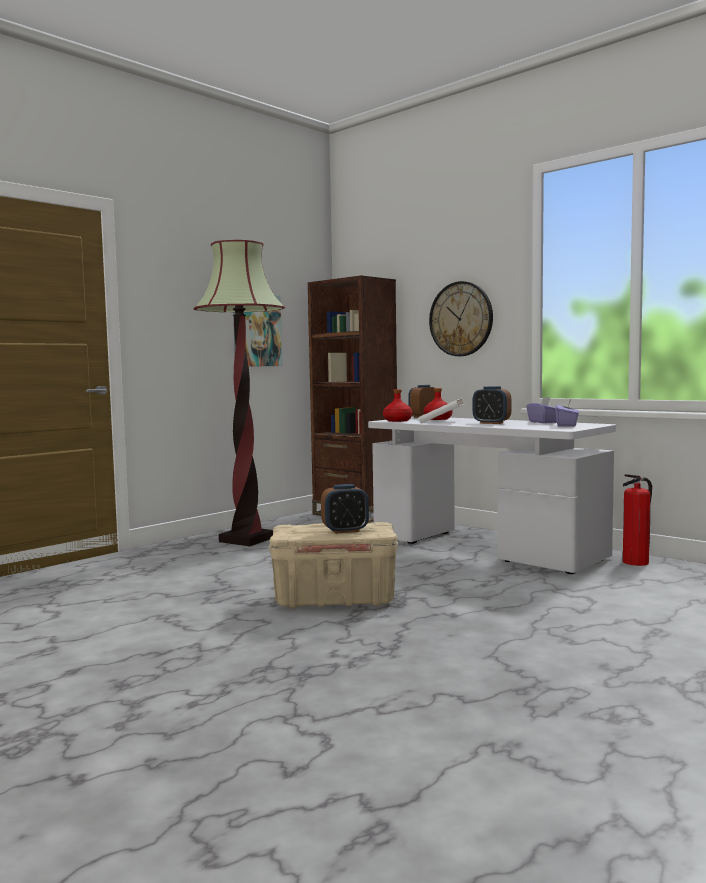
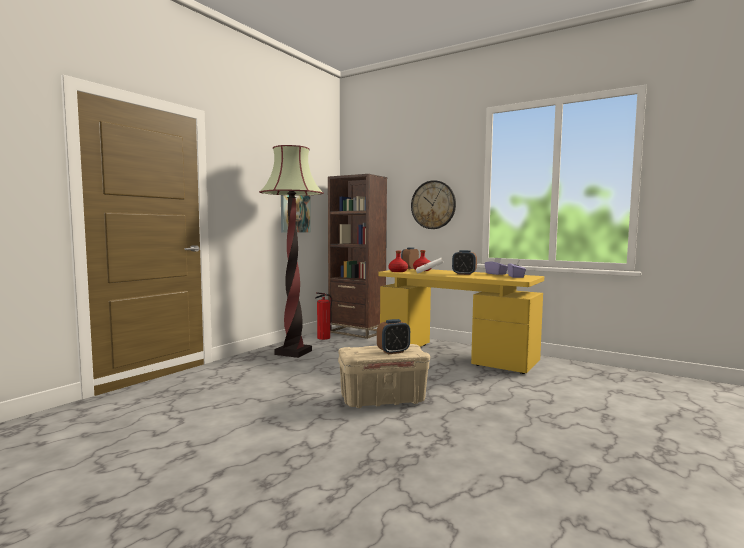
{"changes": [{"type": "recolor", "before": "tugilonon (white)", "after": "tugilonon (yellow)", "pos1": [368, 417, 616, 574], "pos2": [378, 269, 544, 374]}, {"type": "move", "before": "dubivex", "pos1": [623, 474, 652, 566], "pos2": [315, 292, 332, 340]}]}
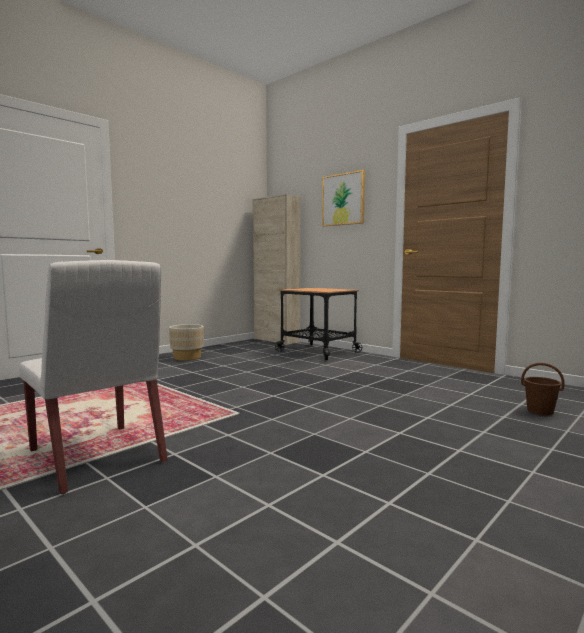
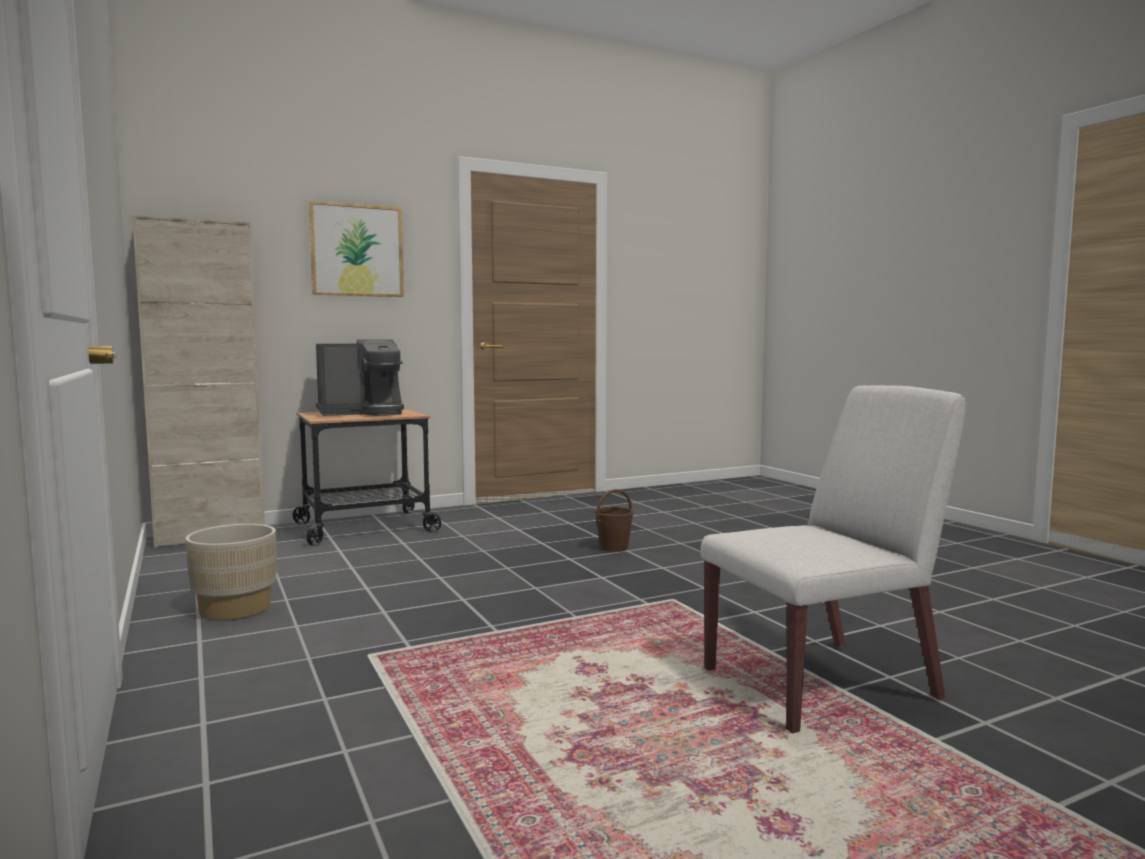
{"changes": [{"type": "move", "before": "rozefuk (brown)", "pos1": [521, 363, 565, 415], "pos2": [595, 489, 634, 552]}, {"type": "insert", "after": "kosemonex", "pos2": [316, 339, 404, 416]}]}
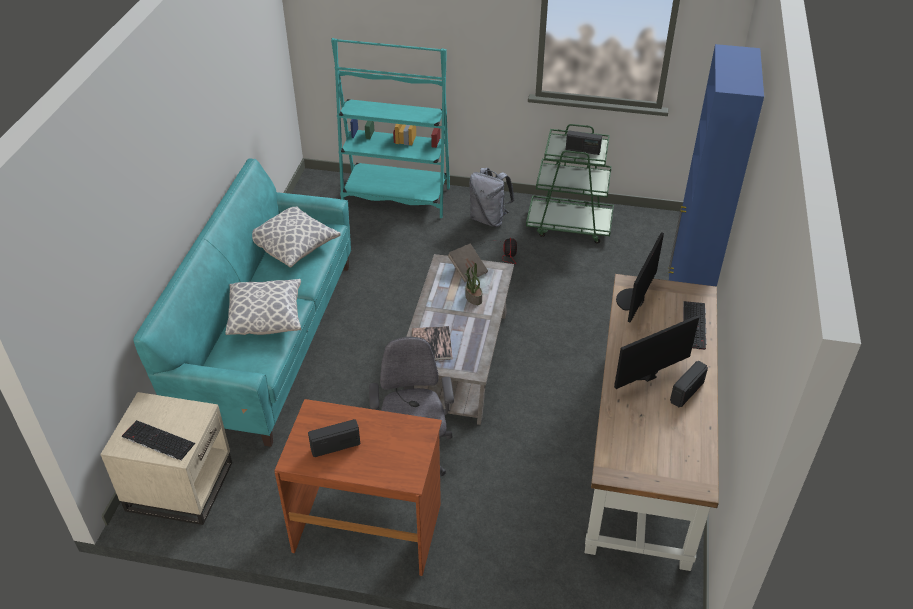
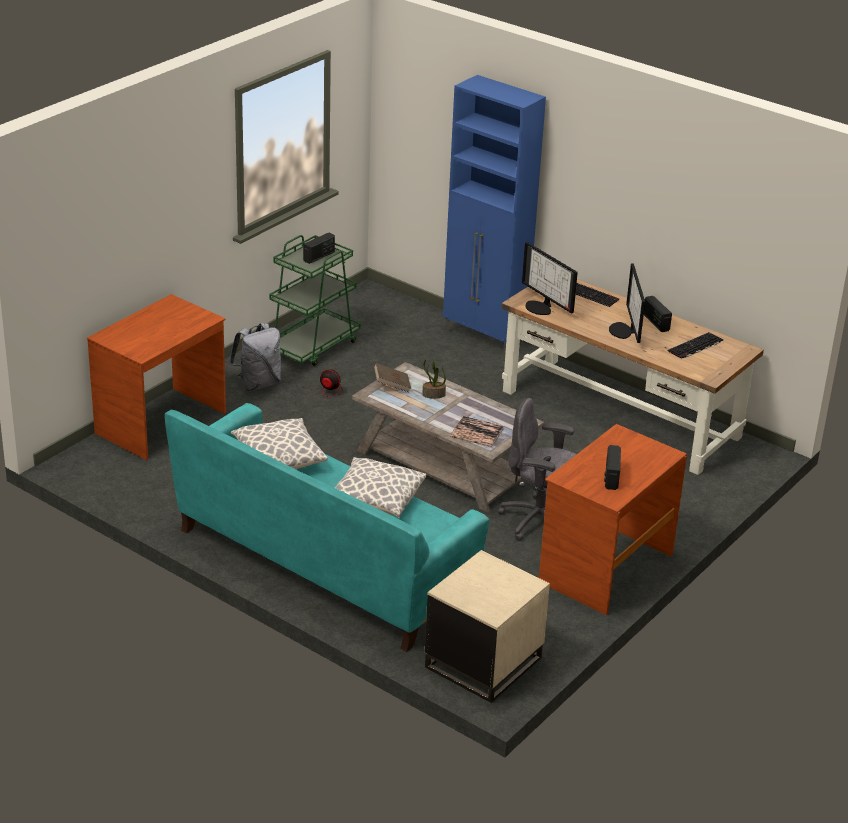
{"changes": [{"type": "move", "before": "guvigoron", "pos1": [122, 420, 195, 460], "pos2": [667, 332, 723, 359]}, {"type": "replace", "before": "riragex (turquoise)", "after": "tugilonon (brown)", "pos1": [331, 38, 450, 218], "pos2": [87, 294, 226, 460]}]}
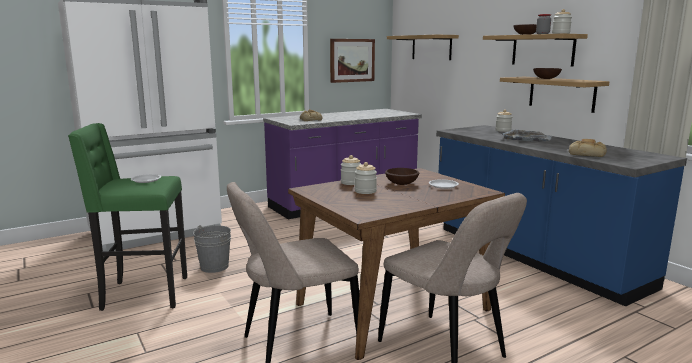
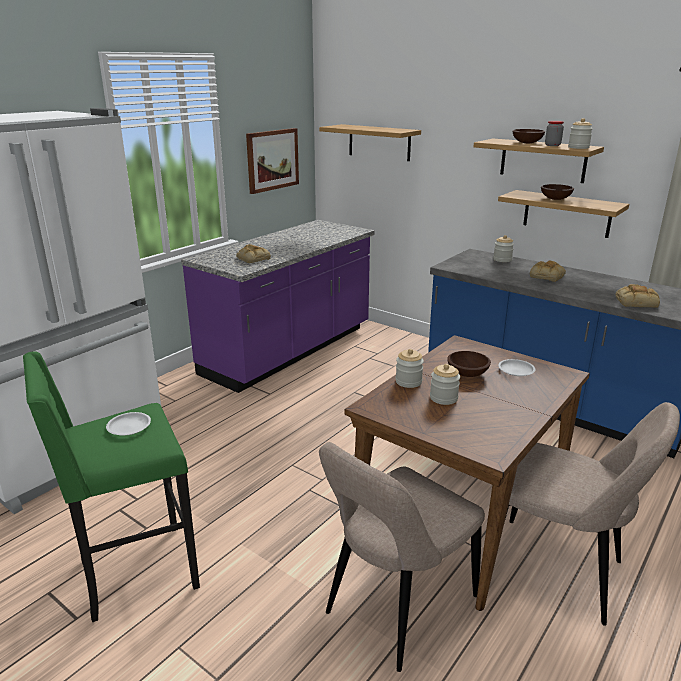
{"changes": [{"type": "delete", "before": "rozefuk (grey)", "pos1": [193, 225, 231, 273]}, {"type": "replace", "before": "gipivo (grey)", "after": "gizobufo", "pos1": [501, 130, 553, 142], "pos2": [530, 260, 566, 282]}]}
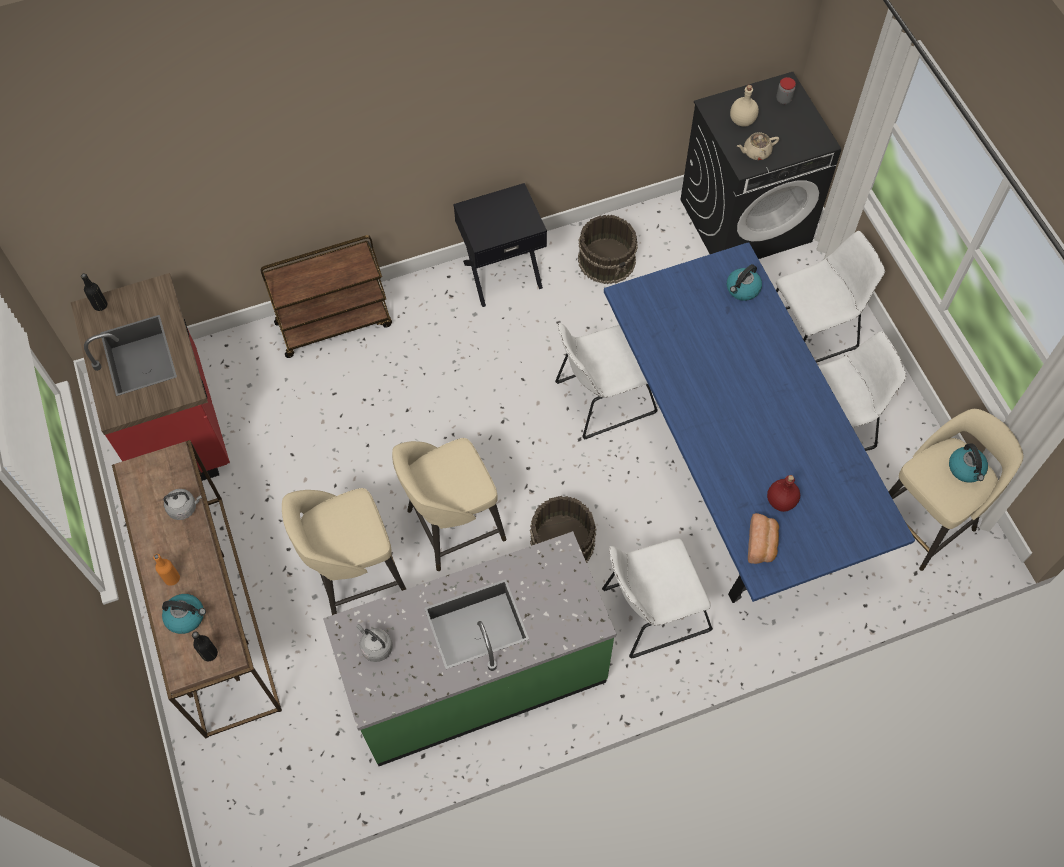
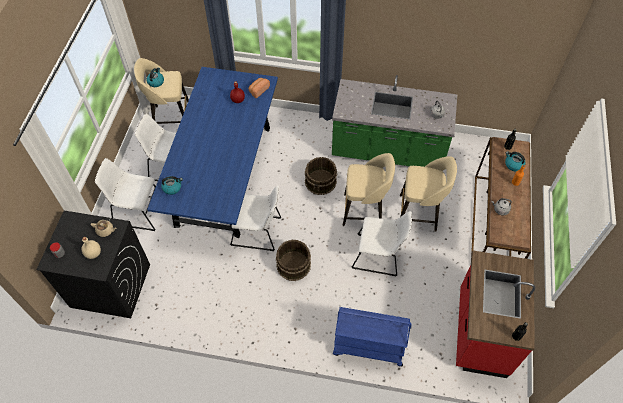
{"changes": [{"type": "recolor", "before": "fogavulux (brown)", "after": "fogavulux (blue)", "pos1": [261, 235, 392, 358], "pos2": [333, 307, 411, 367]}, {"type": "delete", "before": "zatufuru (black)", "pos1": [453, 183, 547, 307]}, {"type": "move", "before": "rozefuk (brown)", "pos1": [578, 215, 638, 284], "pos2": [276, 240, 311, 281]}, {"type": "move", "before": "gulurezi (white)", "pos1": [602, 538, 713, 659], "pos2": [352, 211, 412, 276]}]}
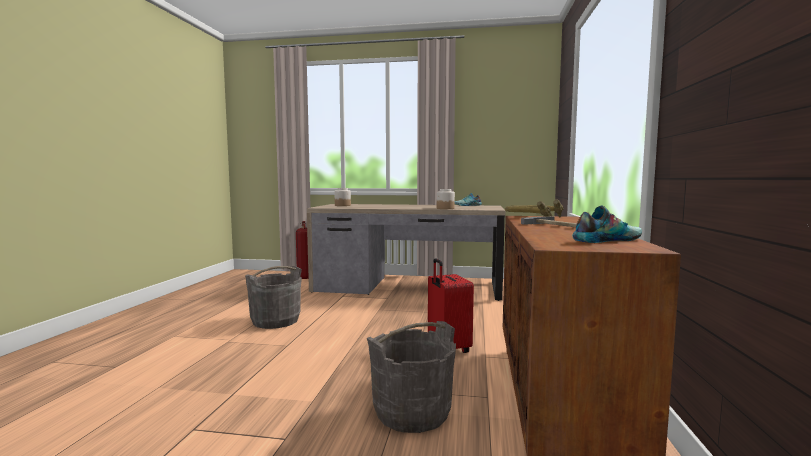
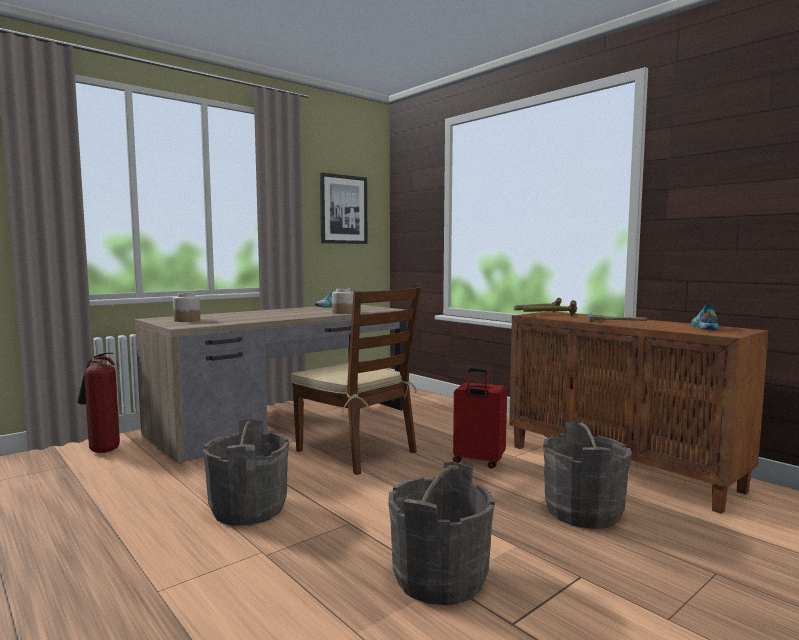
{"changes": [{"type": "insert", "after": "gulurezi (brown)", "pos2": [291, 287, 421, 475]}, {"type": "insert", "after": "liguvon", "pos2": [320, 173, 368, 244]}, {"type": "insert", "after": "rozefuk (grey)", "pos2": [388, 462, 495, 605]}]}
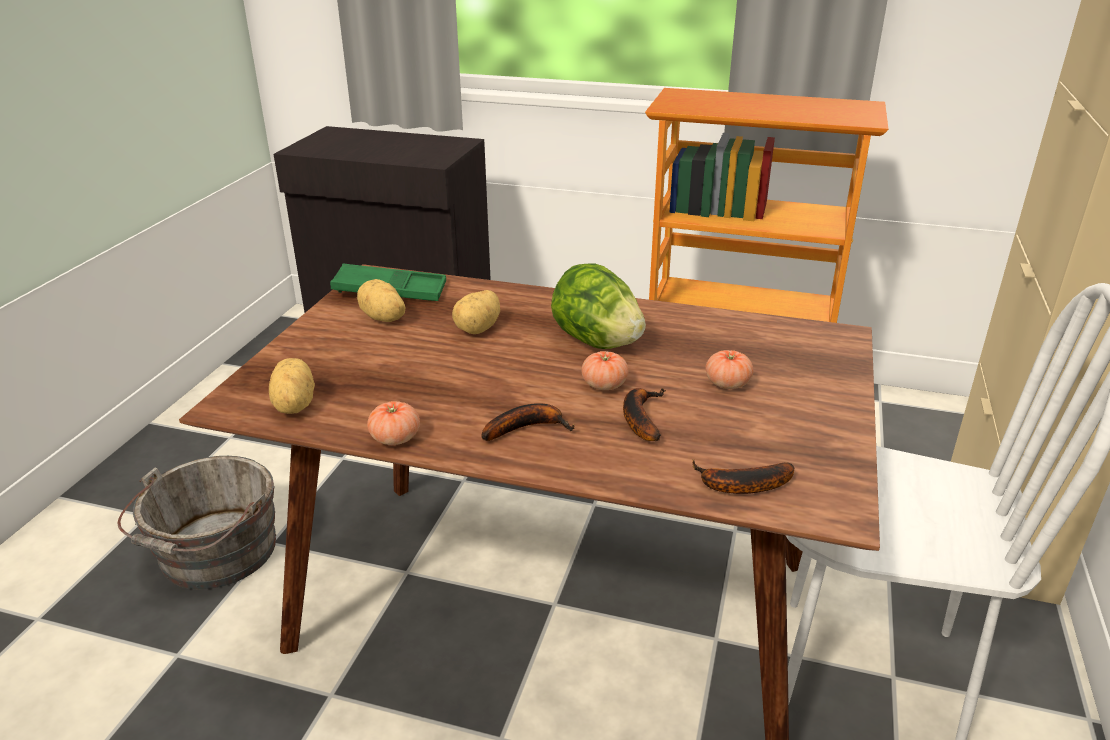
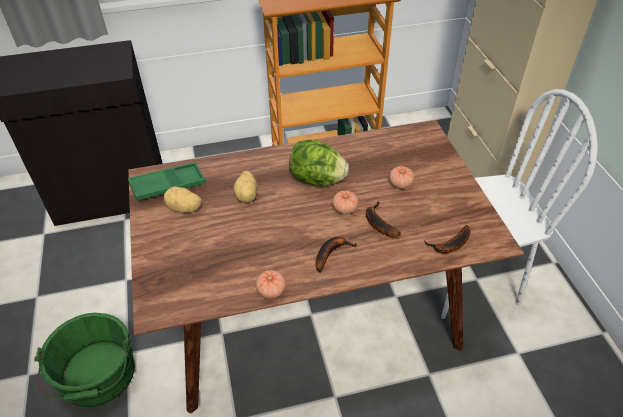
{"changes": [{"type": "recolor", "before": "rozefuk (grey)", "after": "rozefuk (green)", "pos1": [118, 456, 276, 590], "pos2": [34, 313, 135, 407]}, {"type": "delete", "before": "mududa", "pos1": [269, 358, 315, 414]}]}
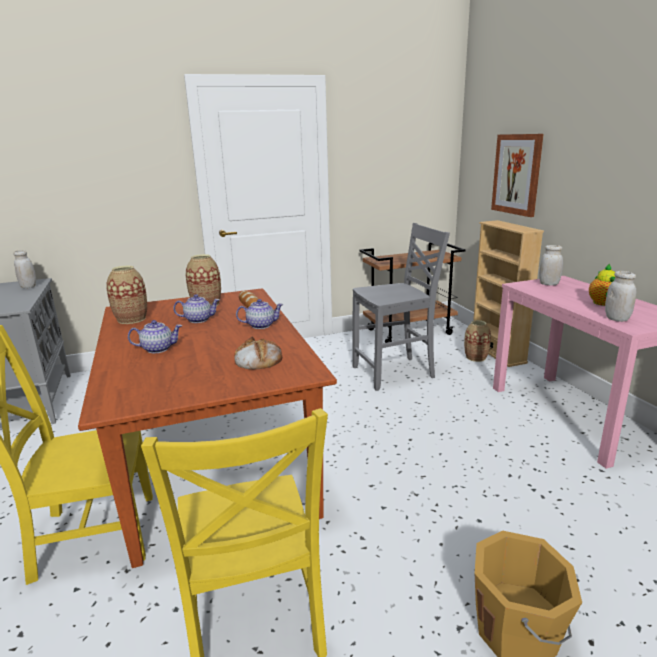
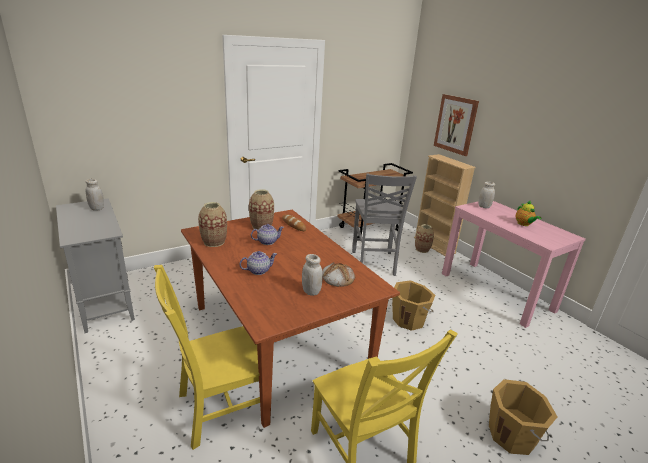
{"changes": [{"type": "delete", "before": "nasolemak", "pos1": [236, 299, 283, 329]}, {"type": "rotate", "before": "gulurezi (grey)", "pos1": [352, 223, 450, 391], "pos2": [352, 173, 417, 276], "turn": 120}, {"type": "move", "before": "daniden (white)", "pos1": [605, 271, 636, 322], "pos2": [302, 254, 323, 296]}, {"type": "insert", "after": "rozefuk (orange)", "pos2": [392, 280, 435, 331]}]}
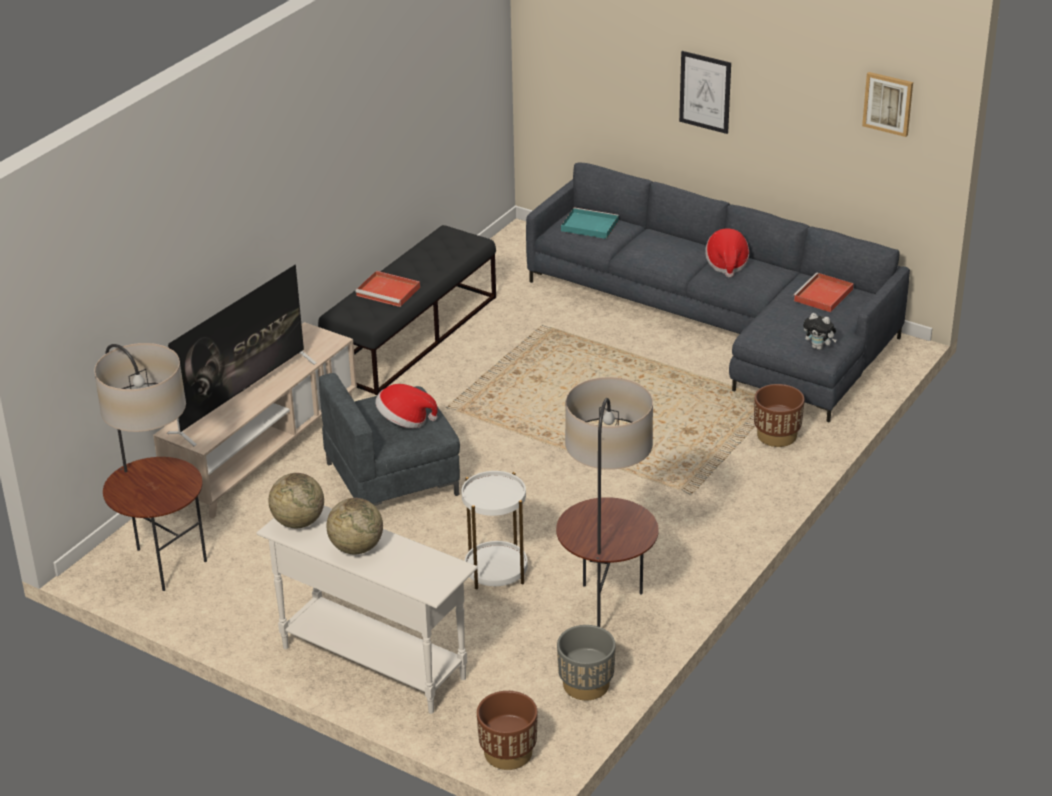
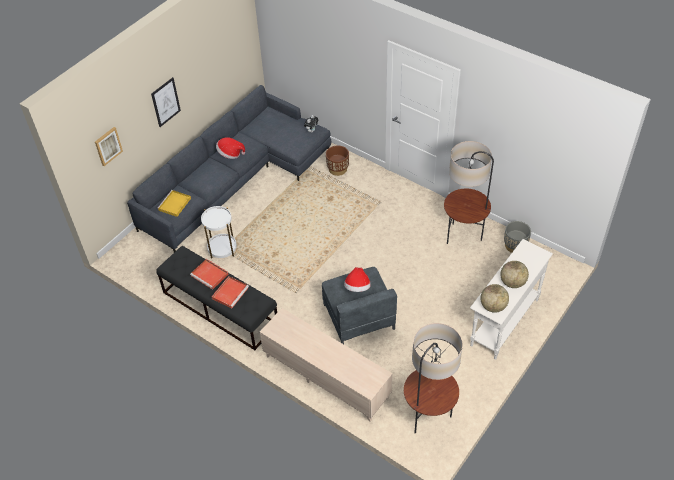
{"changes": [{"type": "delete", "before": "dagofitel", "pos1": [166, 264, 316, 446]}, {"type": "move", "before": "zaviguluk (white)", "pos1": [461, 471, 528, 590], "pos2": [201, 206, 237, 258]}, {"type": "delete", "before": "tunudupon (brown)", "pos1": [477, 691, 538, 770]}, {"type": "recolor", "before": "gipivo (turquoise)", "after": "gipivo (yellow)", "pos1": [561, 207, 619, 239], "pos2": [157, 190, 191, 217]}, {"type": "move", "before": "gipivo (red)", "pos1": [793, 273, 854, 312], "pos2": [190, 259, 228, 290]}, {"type": "move", "before": "liguvon", "pos1": [862, 72, 913, 137], "pos2": [95, 127, 123, 166]}]}
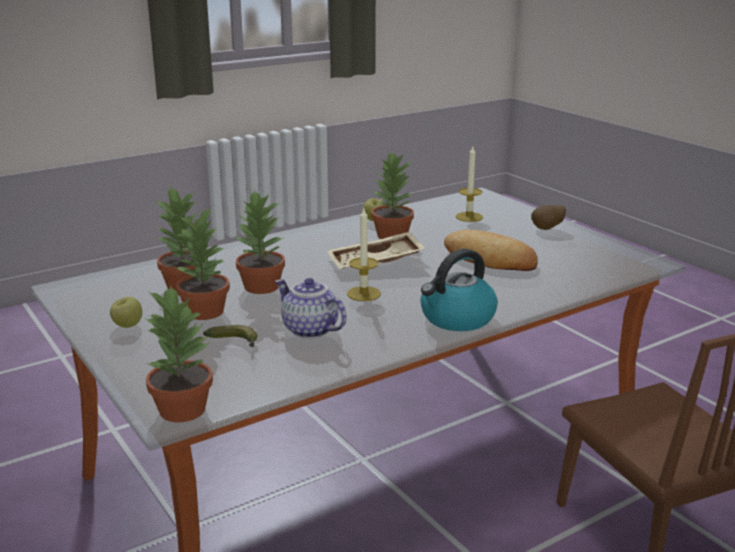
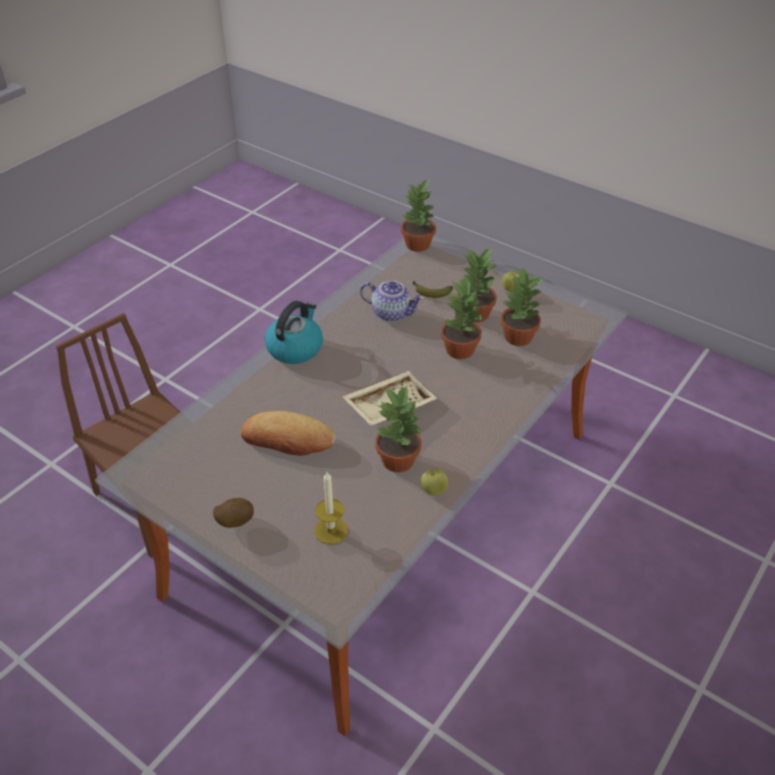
{"changes": [{"type": "delete", "before": "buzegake", "pos1": [347, 208, 381, 301]}]}
